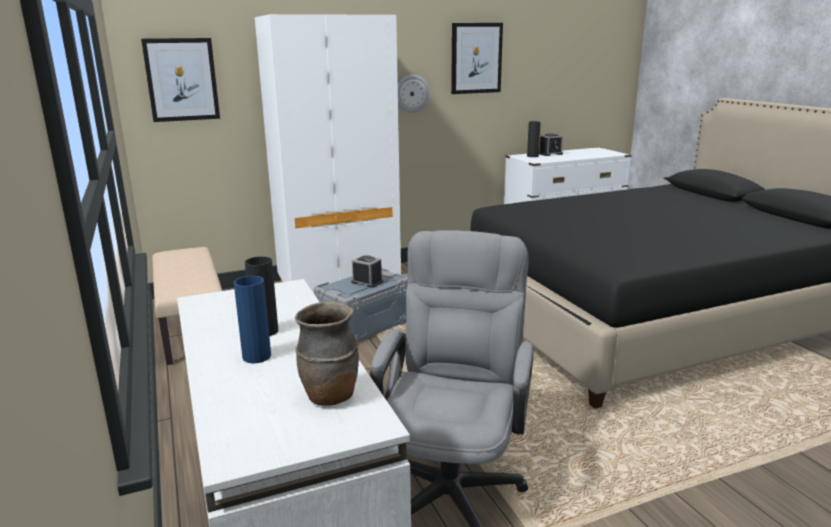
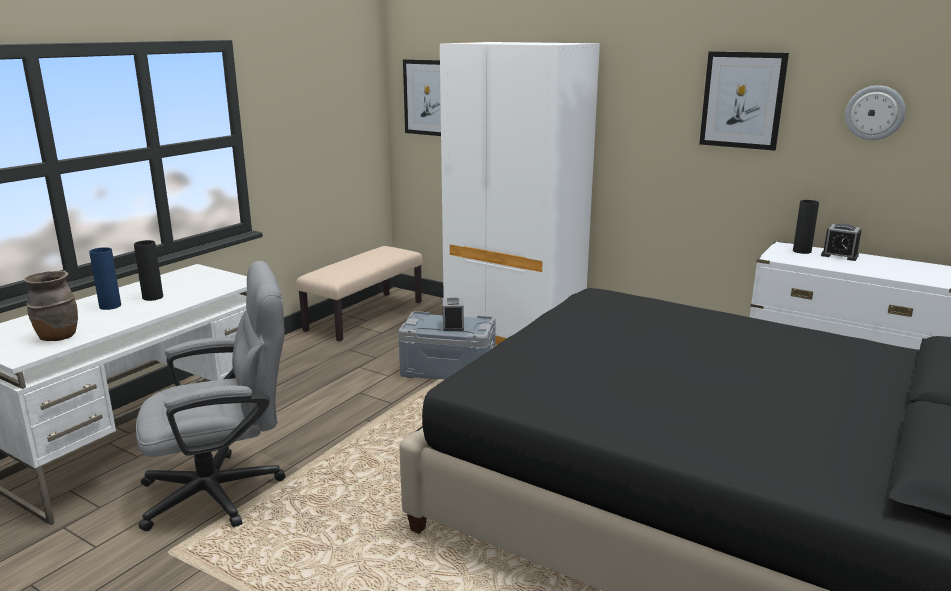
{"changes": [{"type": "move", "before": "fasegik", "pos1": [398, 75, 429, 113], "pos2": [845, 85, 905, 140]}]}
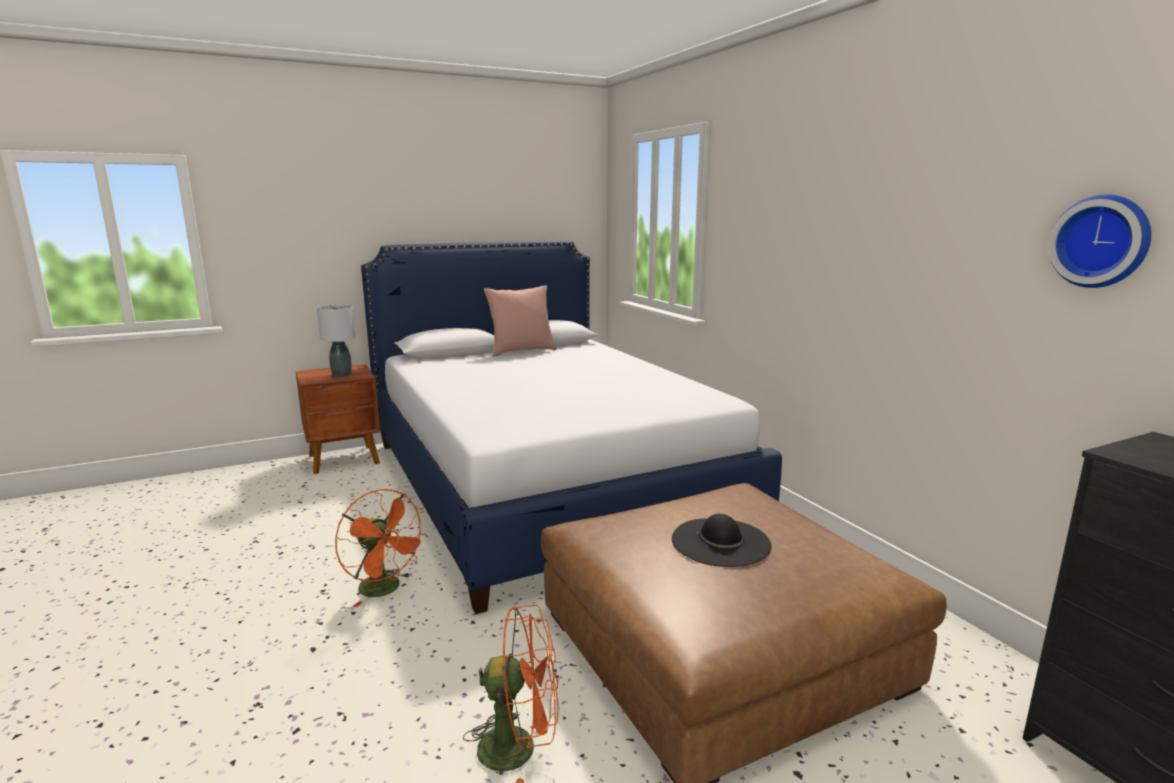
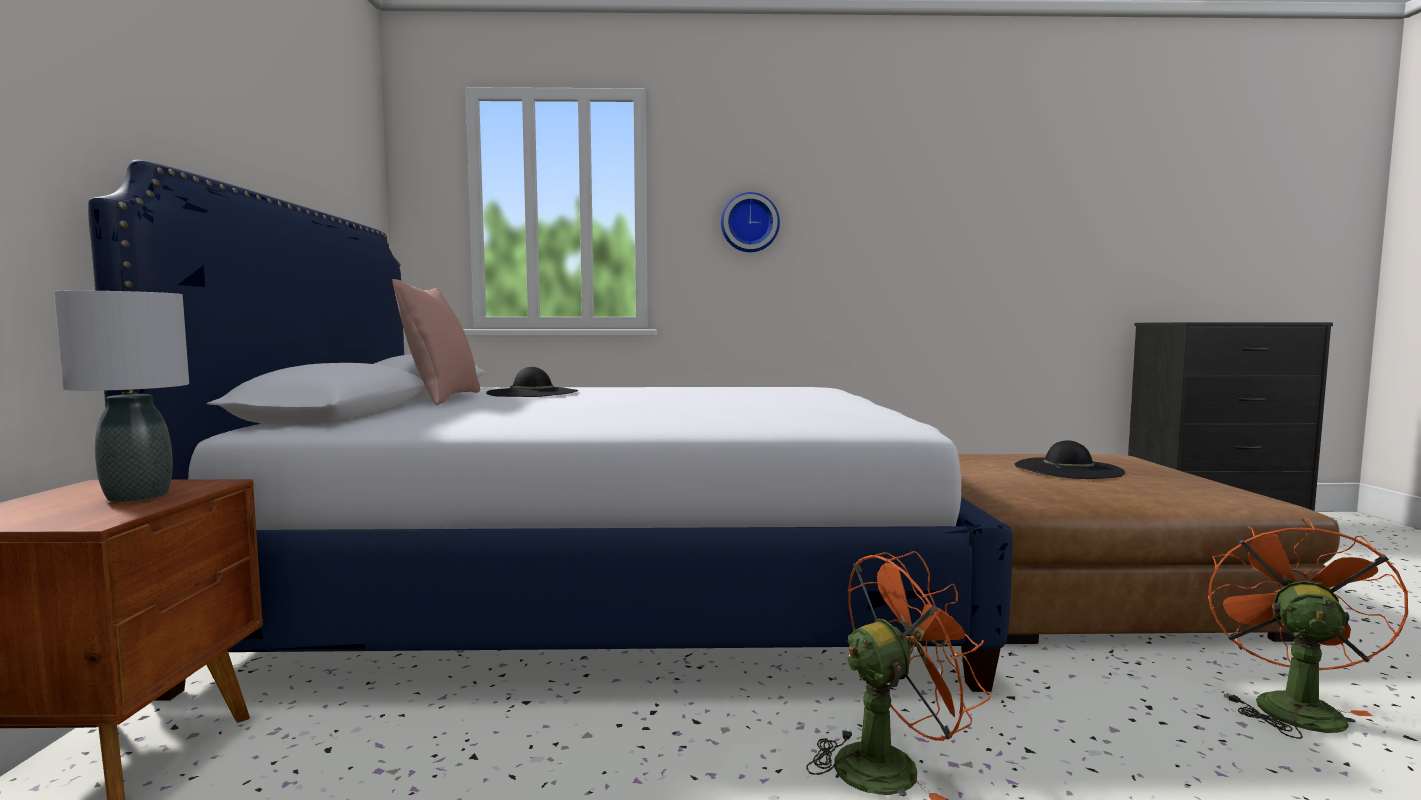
{"changes": [{"type": "move", "before": "fasegik", "pos1": [1048, 195, 1151, 288], "pos2": [721, 192, 780, 252]}, {"type": "insert", "after": "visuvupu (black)", "pos2": [486, 367, 578, 397]}]}
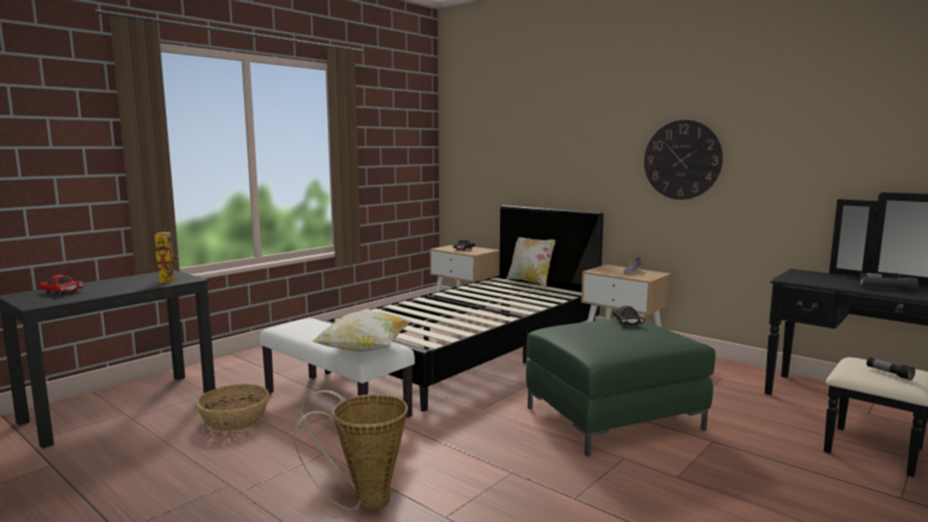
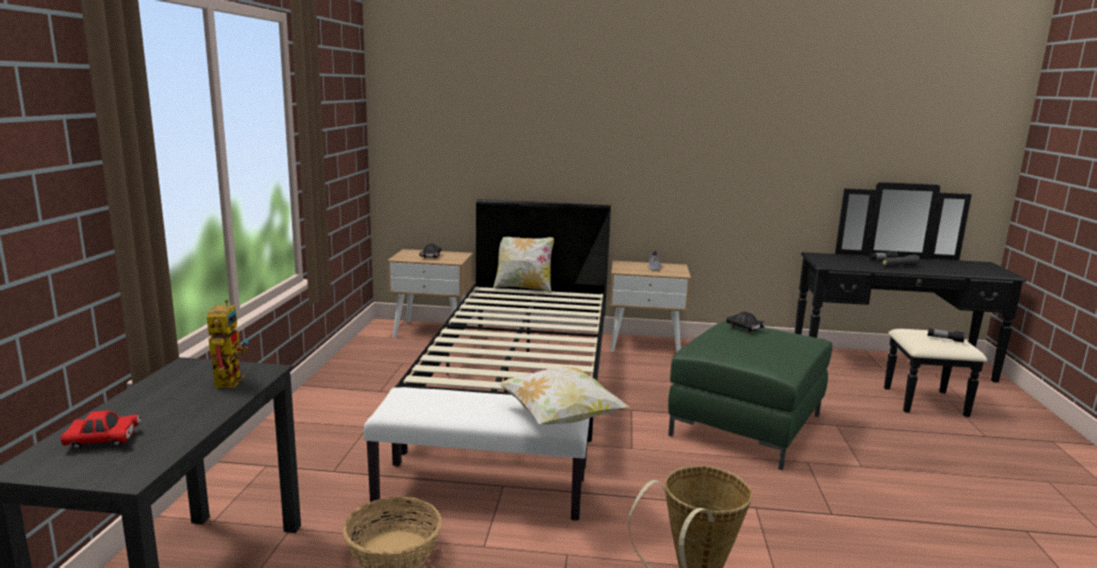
{"changes": [{"type": "rotate", "before": "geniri", "pos1": [153, 229, 178, 283], "pos2": [207, 299, 248, 388], "turn": 45}, {"type": "delete", "before": "fasegik", "pos1": [644, 120, 723, 200]}]}
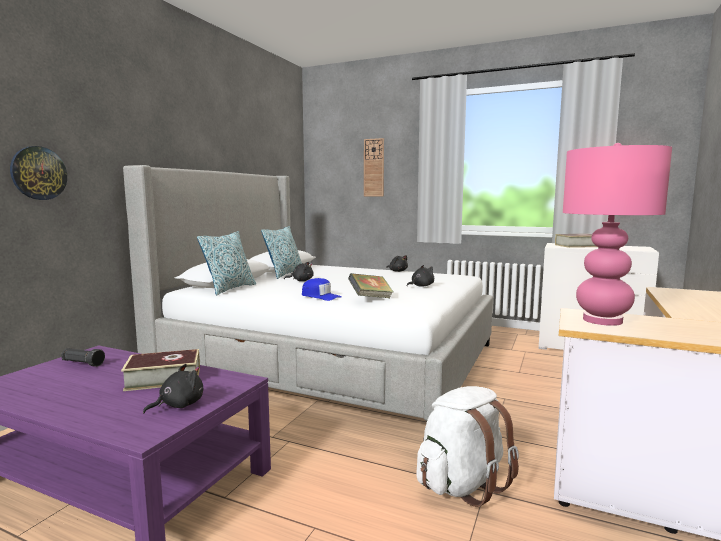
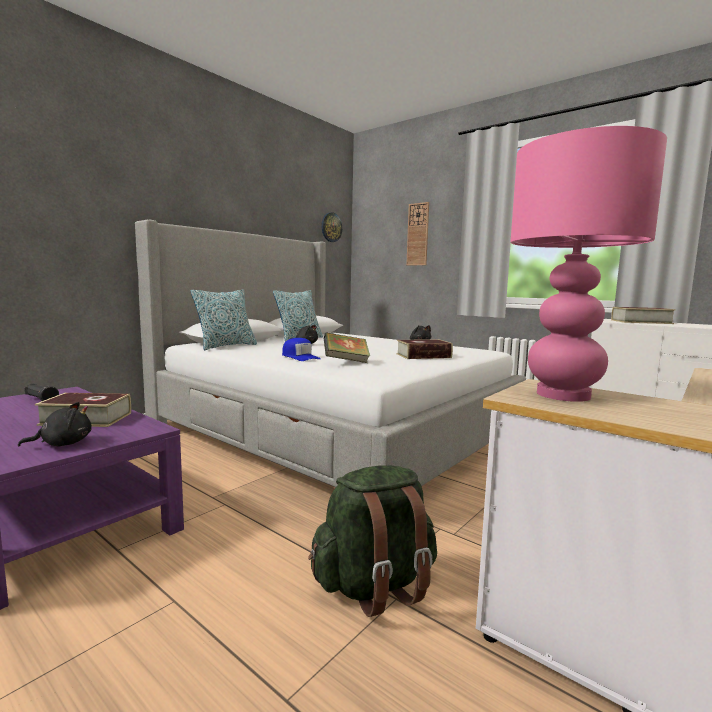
{"changes": [{"type": "move", "before": "fasegik", "pos1": [10, 146, 67, 200], "pos2": [321, 212, 342, 242]}, {"type": "replace", "before": "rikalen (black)", "after": "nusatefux", "pos1": [407, 265, 434, 287], "pos2": [396, 339, 453, 359]}, {"type": "recolor", "before": "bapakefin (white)", "after": "bapakefin (green)", "pos1": [416, 386, 519, 507], "pos2": [308, 465, 437, 617]}]}
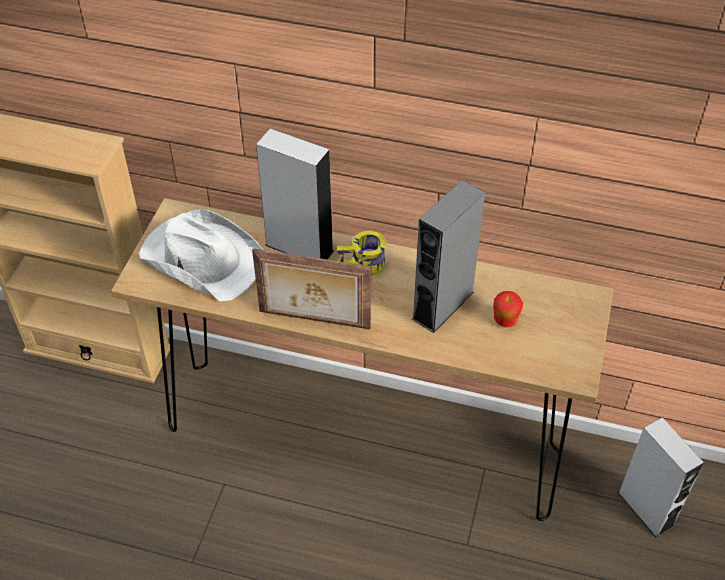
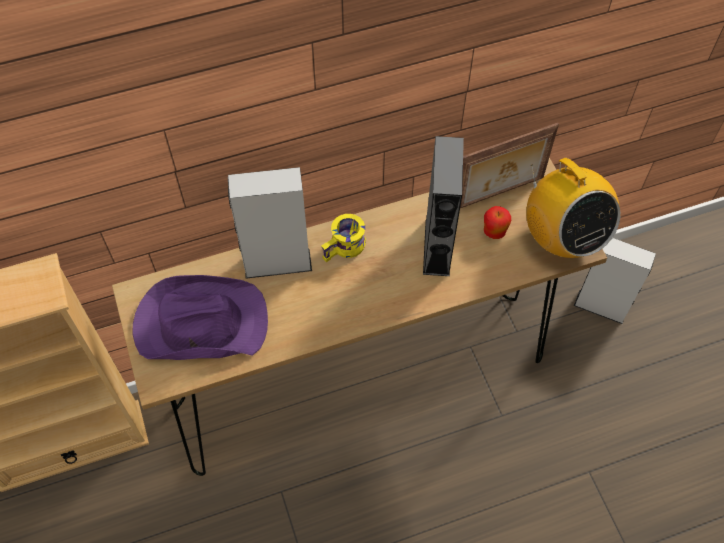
{"changes": [{"type": "recolor", "before": "visuvupu (white)", "after": "visuvupu (purple)", "pos1": [139, 209, 263, 301], "pos2": [133, 275, 268, 360]}, {"type": "move", "before": "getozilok", "pos1": [252, 248, 371, 329], "pos2": [460, 123, 559, 208]}, {"type": "insert", "after": "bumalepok", "pos2": [526, 158, 621, 258]}]}
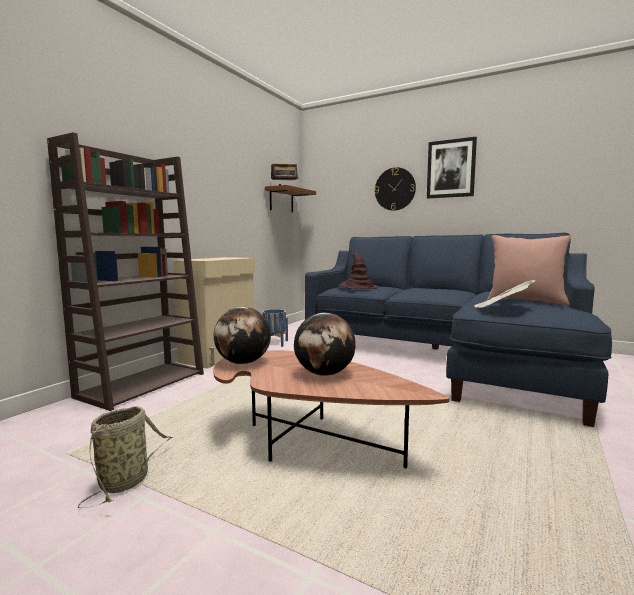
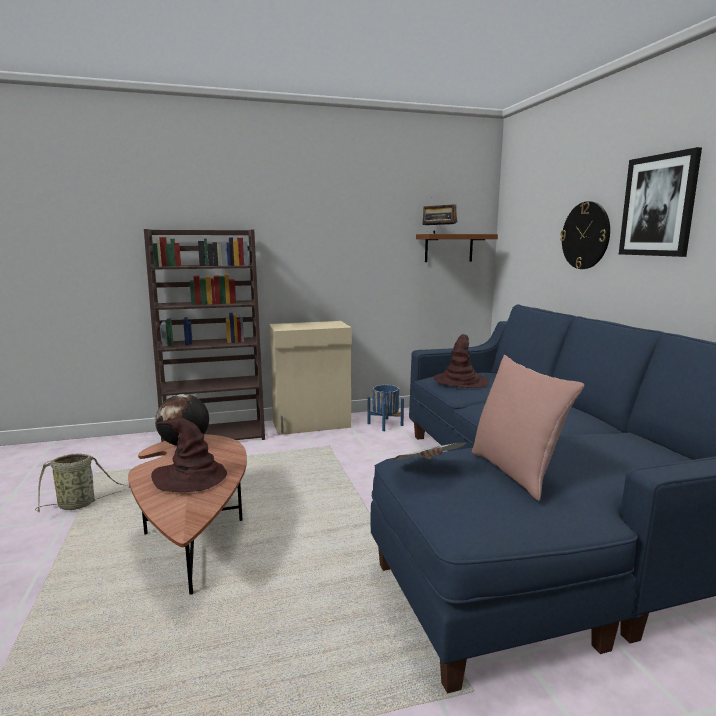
{"changes": [{"type": "replace", "before": "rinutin", "after": "visuvupu (brown)", "pos1": [294, 313, 356, 376], "pos2": [151, 417, 227, 492]}]}
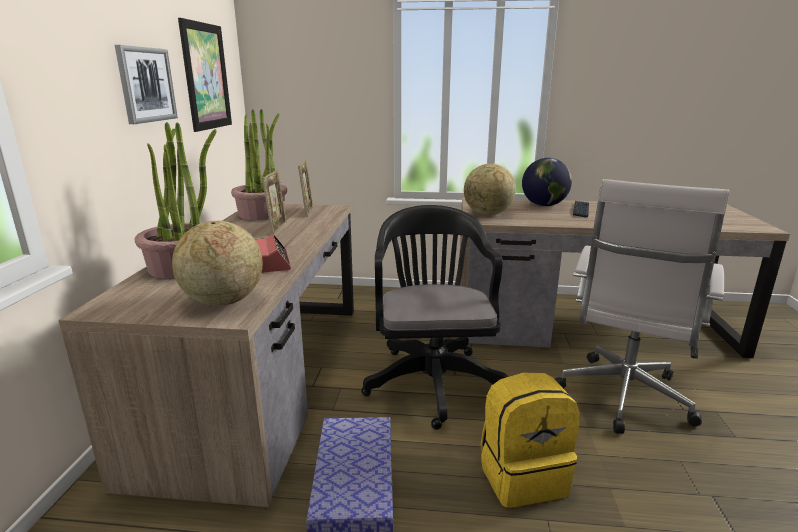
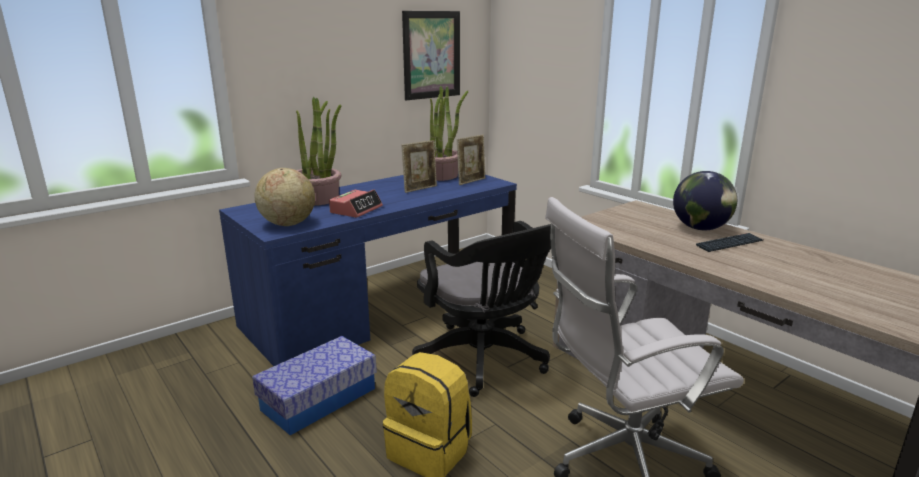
{"changes": [{"type": "recolor", "before": "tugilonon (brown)", "after": "tugilonon (blue)", "pos1": [58, 204, 354, 507], "pos2": [219, 175, 517, 366]}, {"type": "delete", "before": "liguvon", "pos1": [115, 45, 178, 124]}, {"type": "rotate", "before": "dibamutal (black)", "pos1": [361, 205, 508, 430], "pos2": [412, 221, 551, 397], "turn": 105}, {"type": "delete", "before": "rinutin", "pos1": [464, 164, 516, 215]}]}
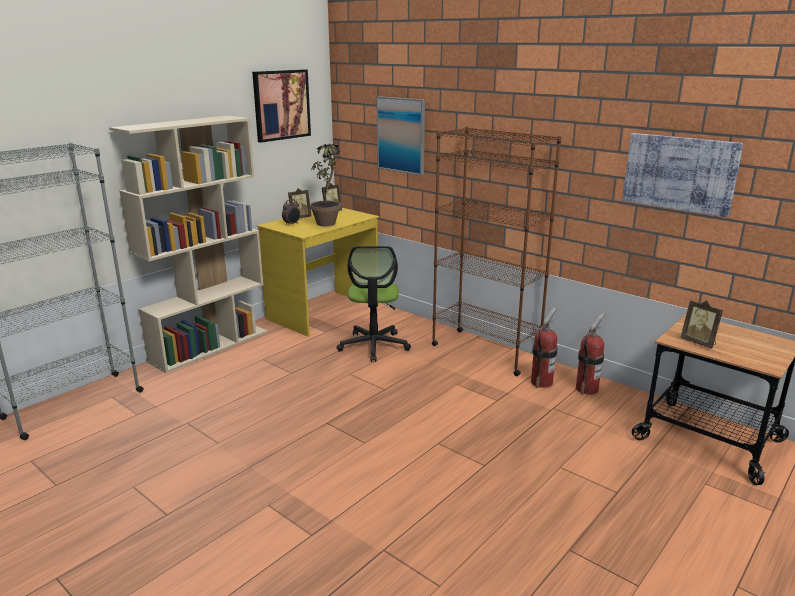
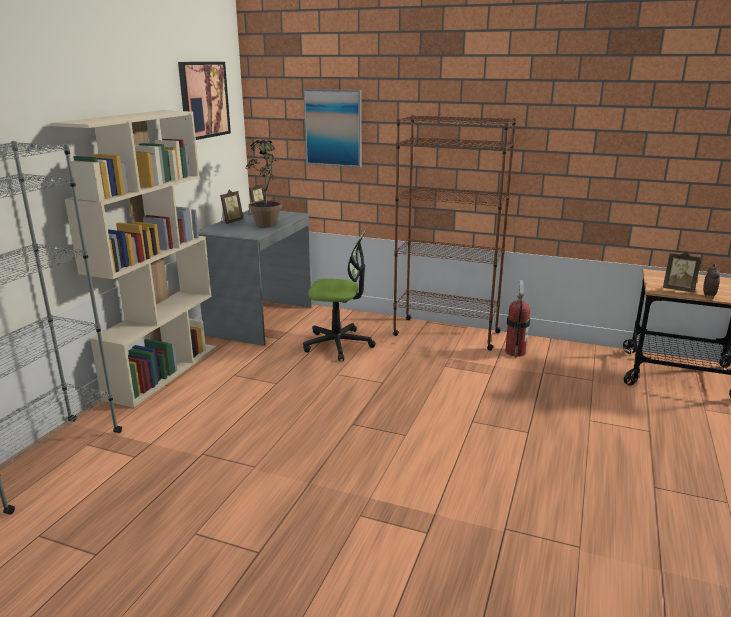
{"changes": [{"type": "recolor", "before": "tugilonon (yellow)", "after": "tugilonon (grey)", "pos1": [257, 208, 379, 337], "pos2": [198, 210, 312, 346]}, {"type": "move", "before": "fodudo", "pos1": [282, 199, 300, 226], "pos2": [703, 264, 720, 299]}, {"type": "rotate", "before": "dibamutal", "pos1": [337, 246, 411, 362], "pos2": [303, 230, 376, 361], "turn": -60}, {"type": "delete", "before": "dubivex", "pos1": [576, 313, 605, 395]}, {"type": "delete", "before": "liguvon", "pos1": [622, 133, 743, 217]}]}
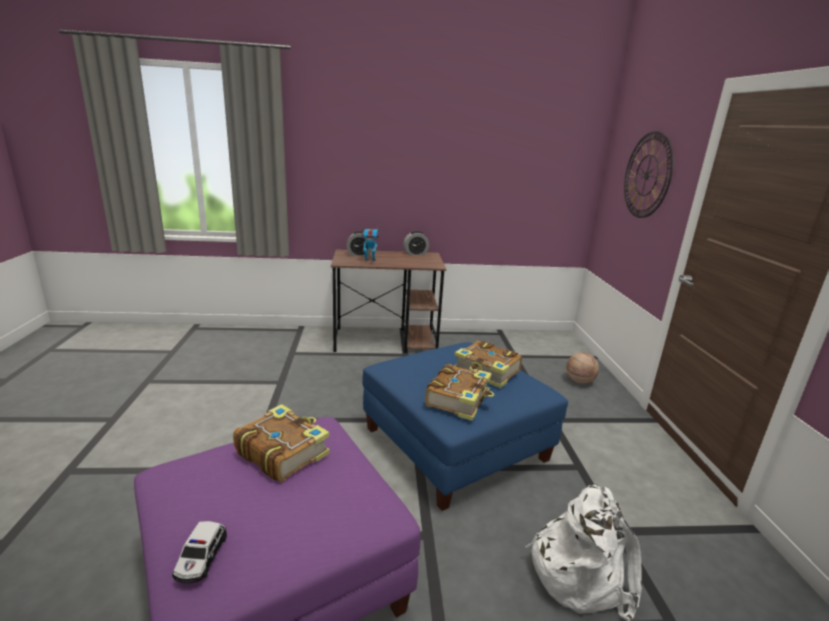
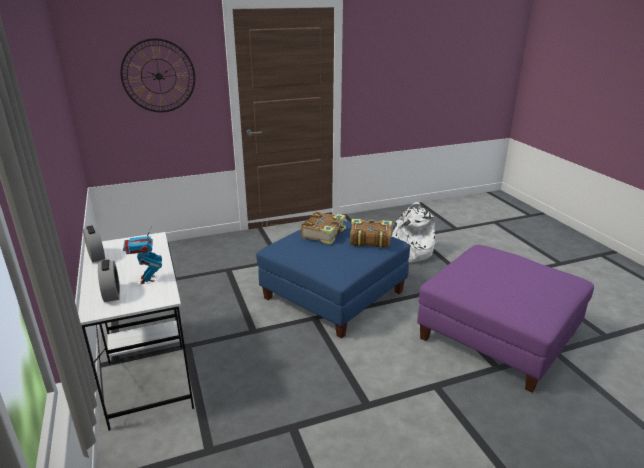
{"changes": [{"type": "delete", "before": "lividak", "pos1": [172, 521, 227, 583]}, {"type": "delete", "before": "nusatefux", "pos1": [233, 404, 330, 482]}, {"type": "recolor", "before": "tugilonon (brown)", "after": "tugilonon (white)", "pos1": [331, 249, 446, 353], "pos2": [78, 232, 194, 431]}, {"type": "delete", "before": "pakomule", "pos1": [566, 352, 599, 384]}]}
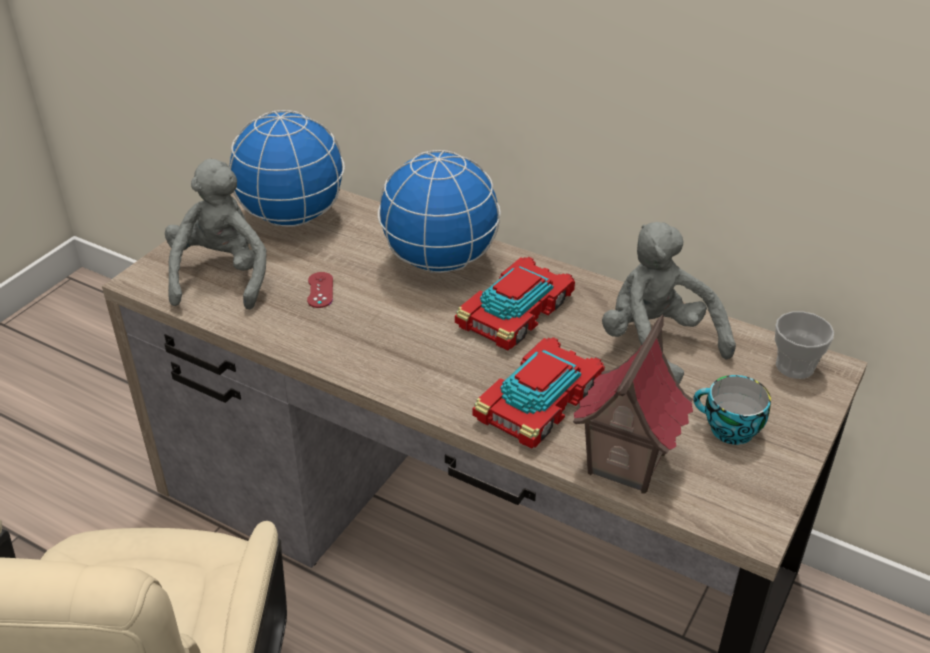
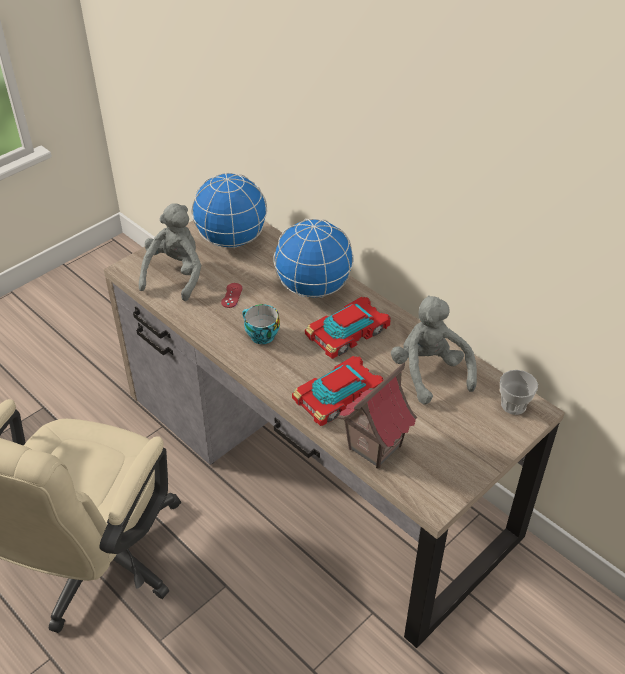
{"changes": [{"type": "move", "before": "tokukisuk", "pos1": [693, 375, 771, 445], "pos2": [242, 304, 280, 344]}]}
